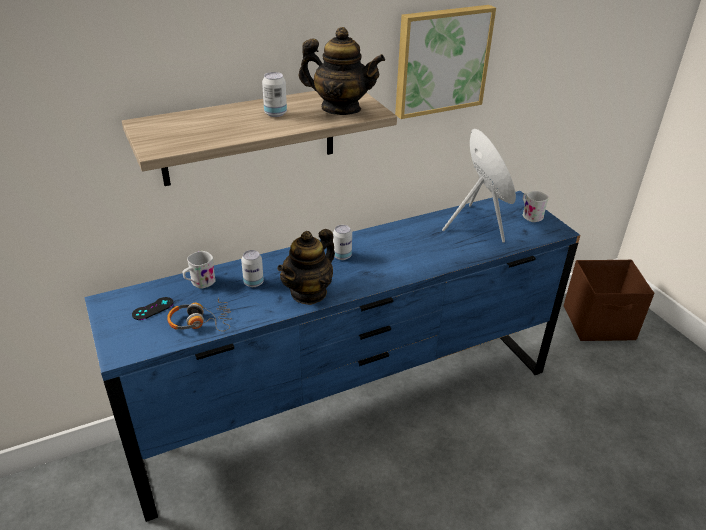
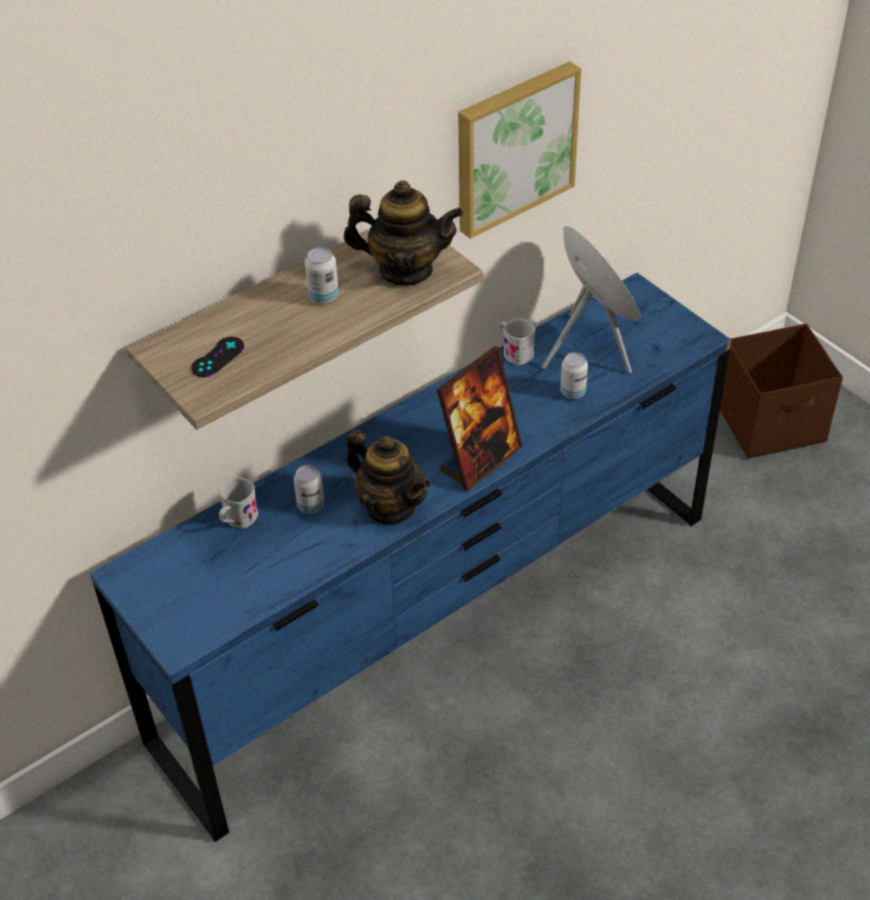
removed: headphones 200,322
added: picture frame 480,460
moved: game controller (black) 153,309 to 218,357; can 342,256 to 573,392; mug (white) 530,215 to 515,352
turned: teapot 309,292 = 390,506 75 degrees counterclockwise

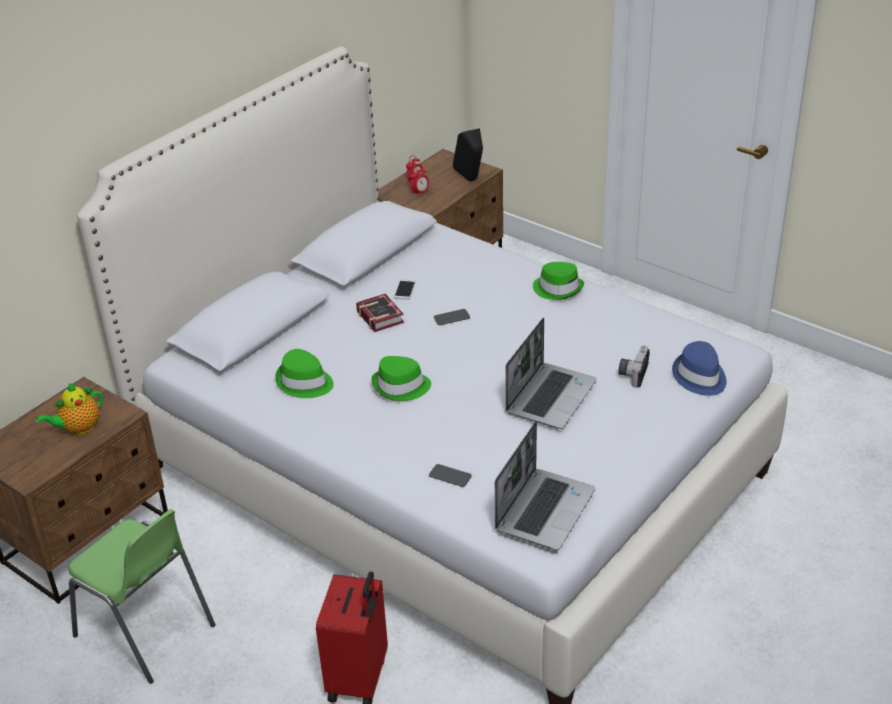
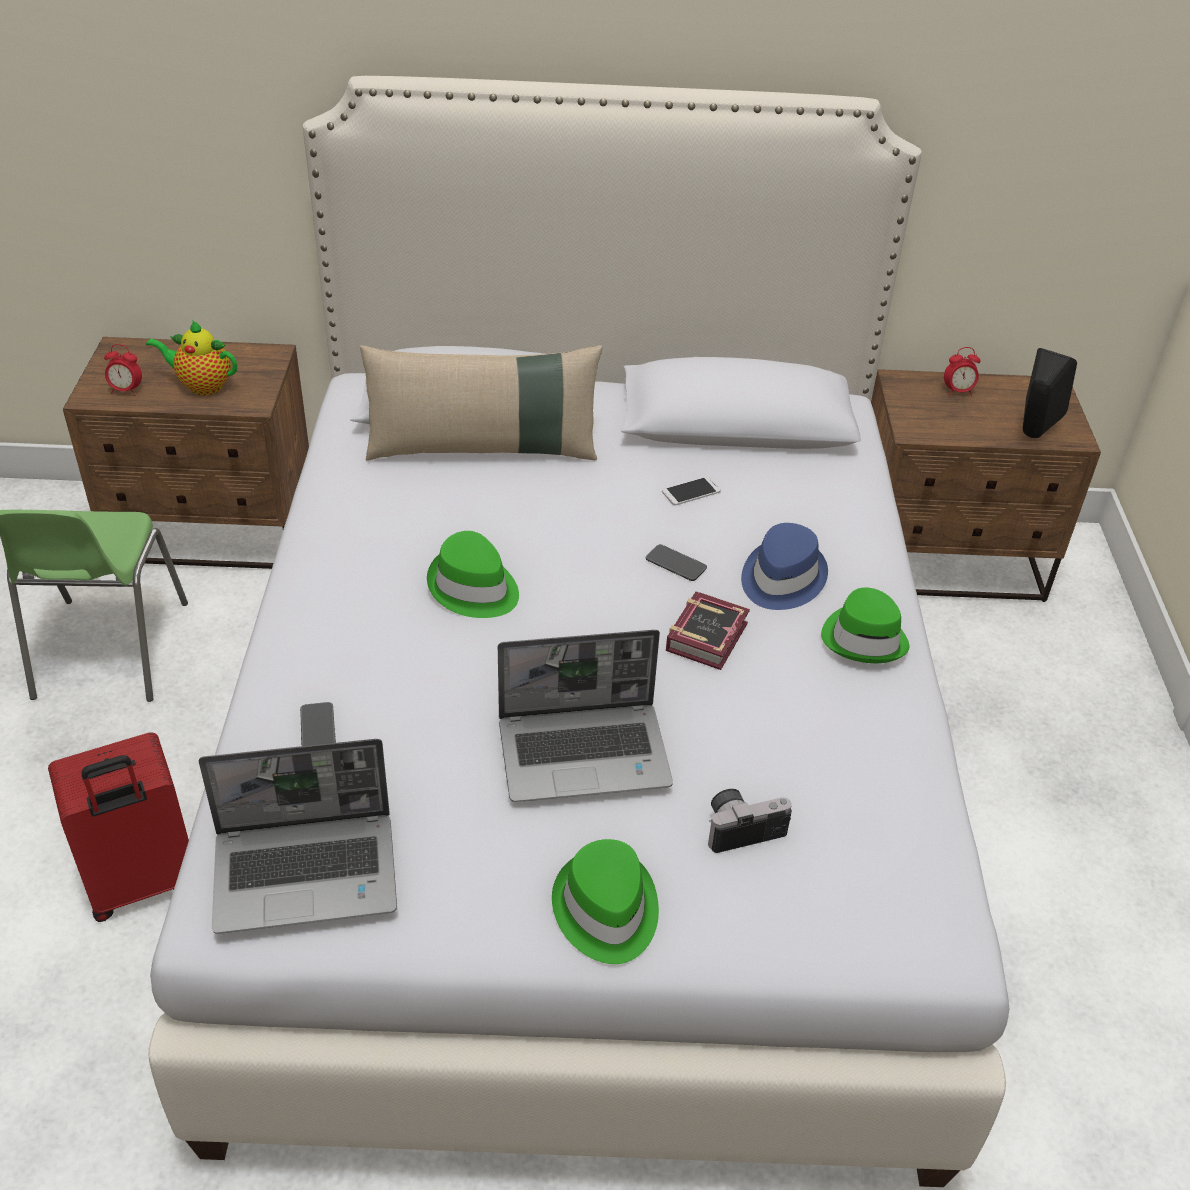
added: pillow (beige) 484,449
moved: hat (green) 304,383 to 605,910; book 380,315 to 710,635; alarm clock 420,193 to 126,390; hat (blue) 699,377 to 781,578

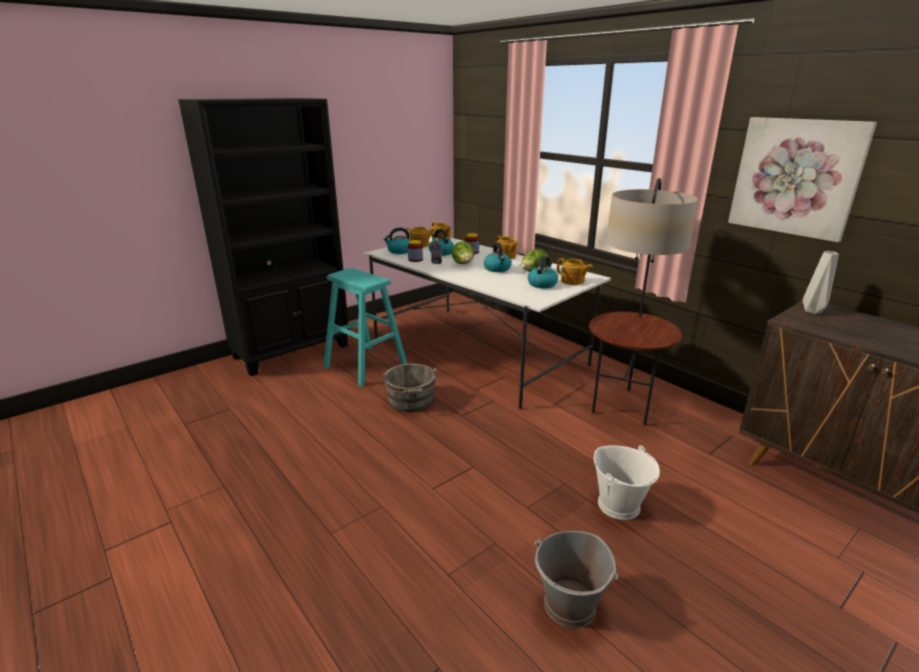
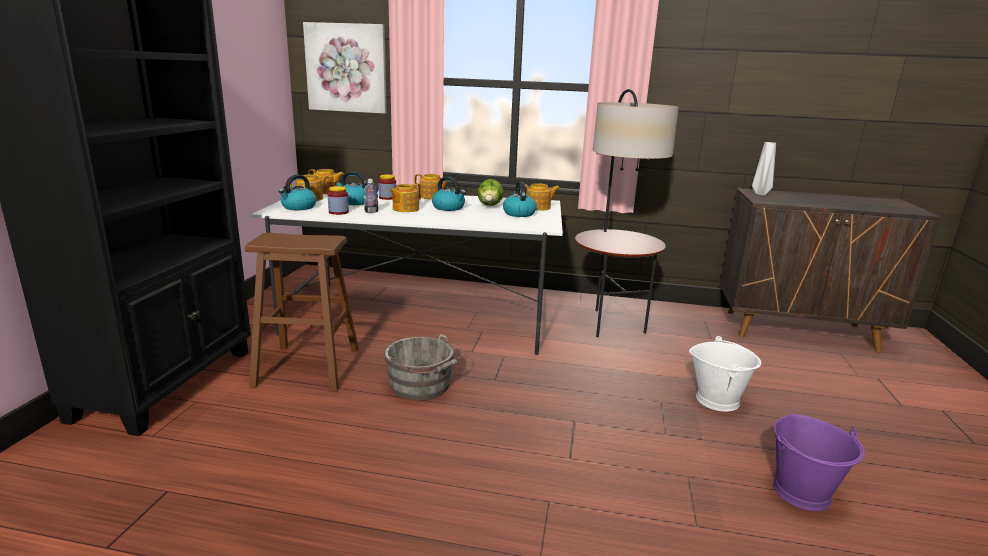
moved: picture 796,177 to 346,68
replaced: lettuce 463,264 to teapot 405,209
recoloured: stool (turquoise) 365,365 to stool (brown) 307,367; bucket (grey) 570,606 to bucket (purple) 802,492

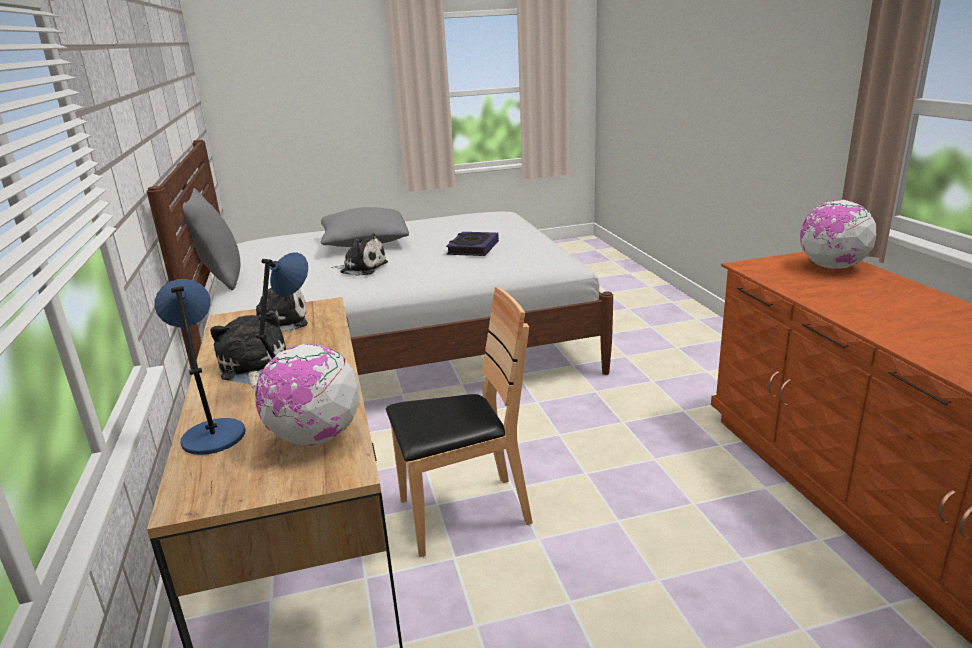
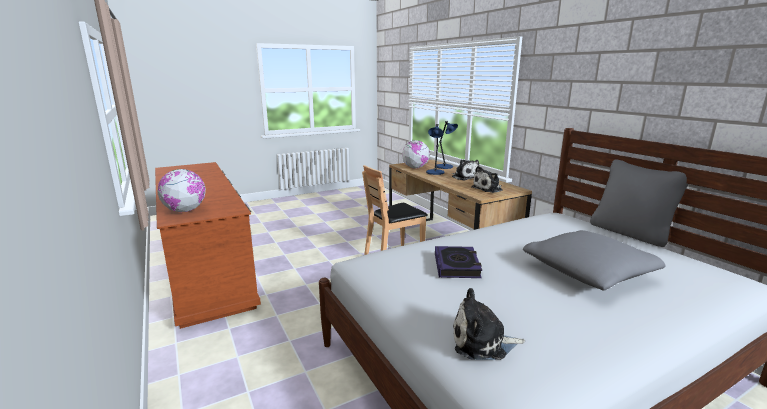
moved: plush toy 361,268 to 482,342

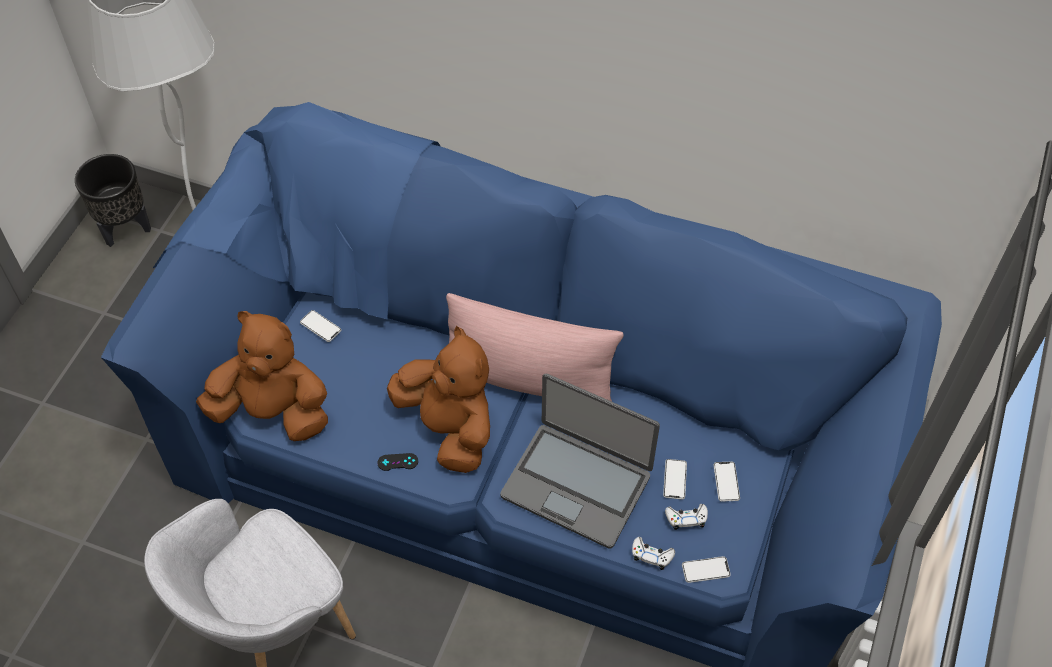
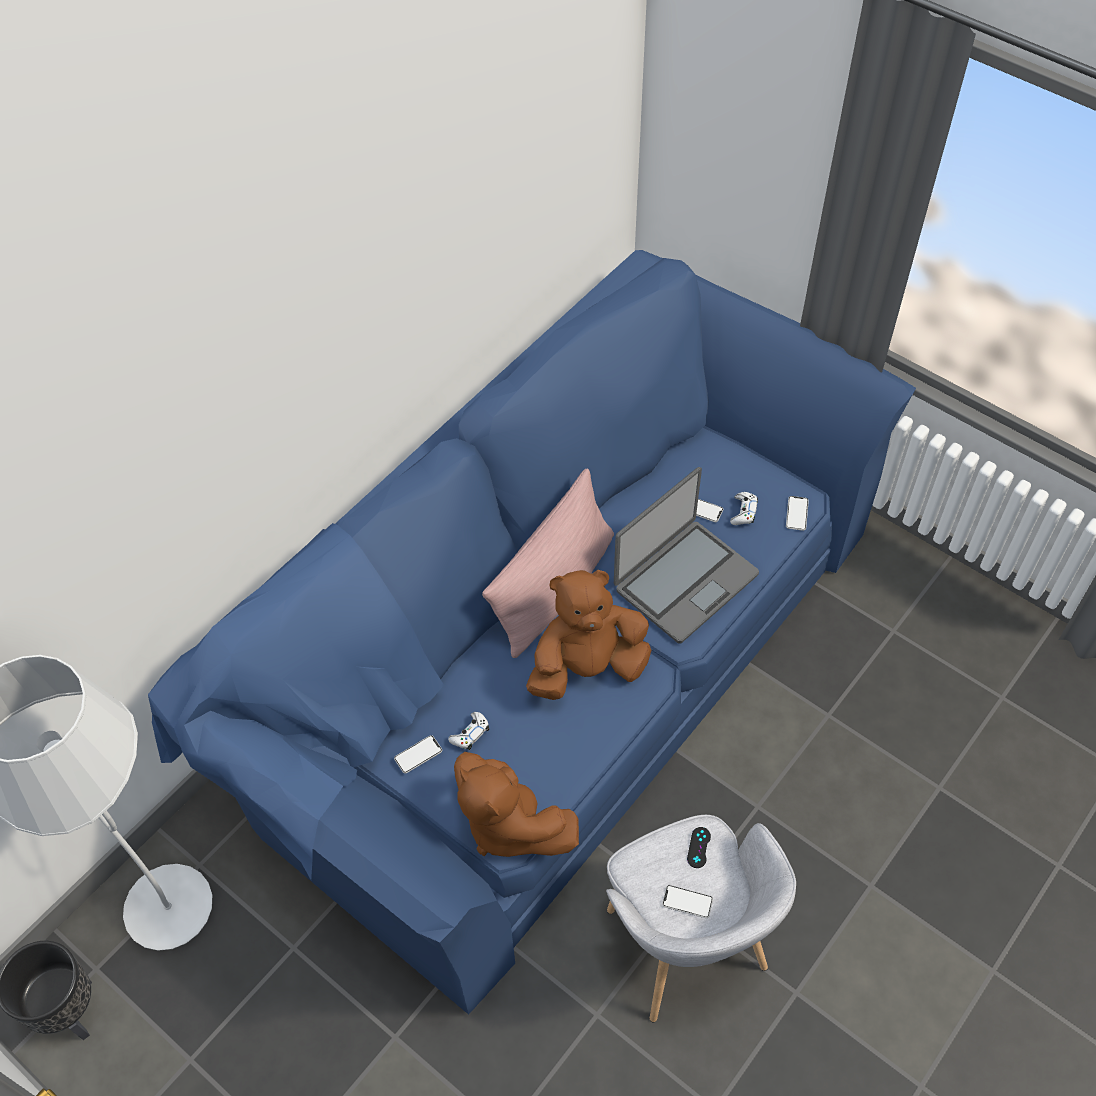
moved: game controller (black) 397,462 to 699,847; game controller (white) 652,555 to 470,733; phone 726,482 to 687,902
turned: plush toy (brown) 273,411 = 509,824 75 degrees counterclockwise

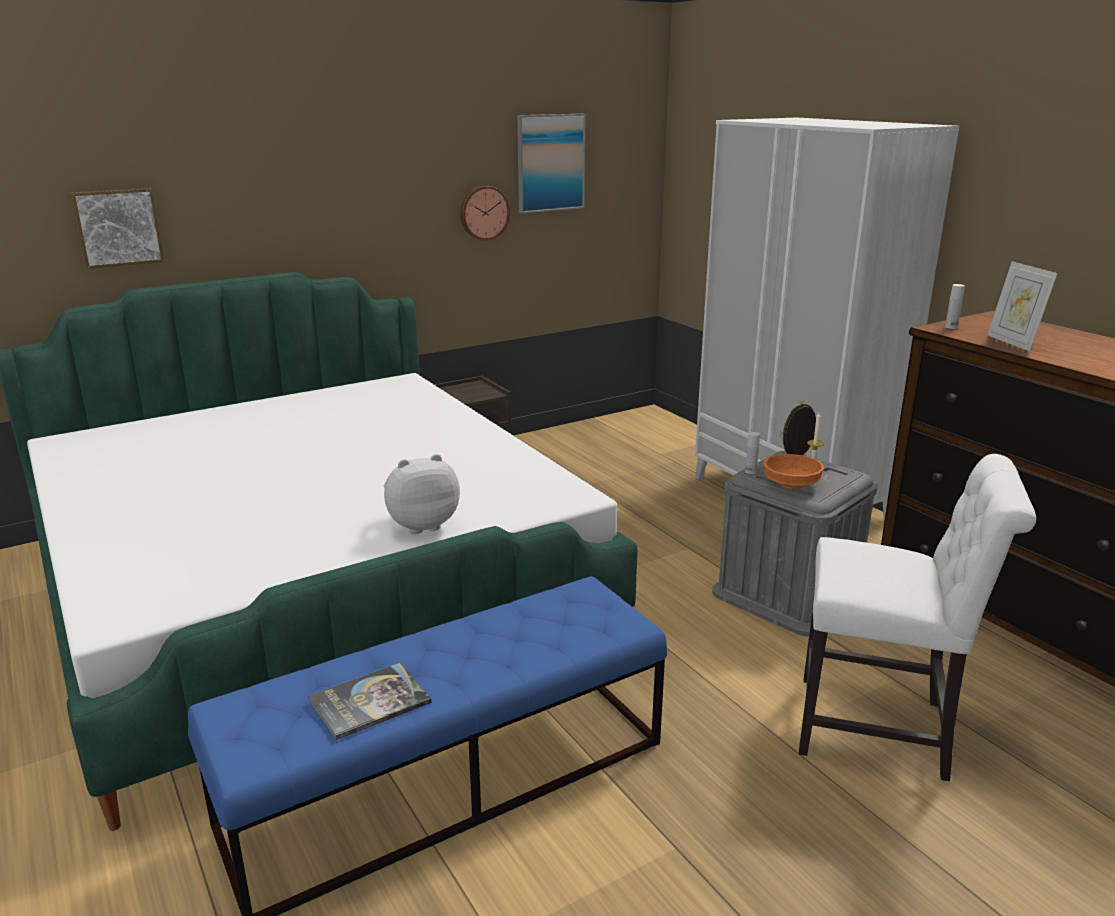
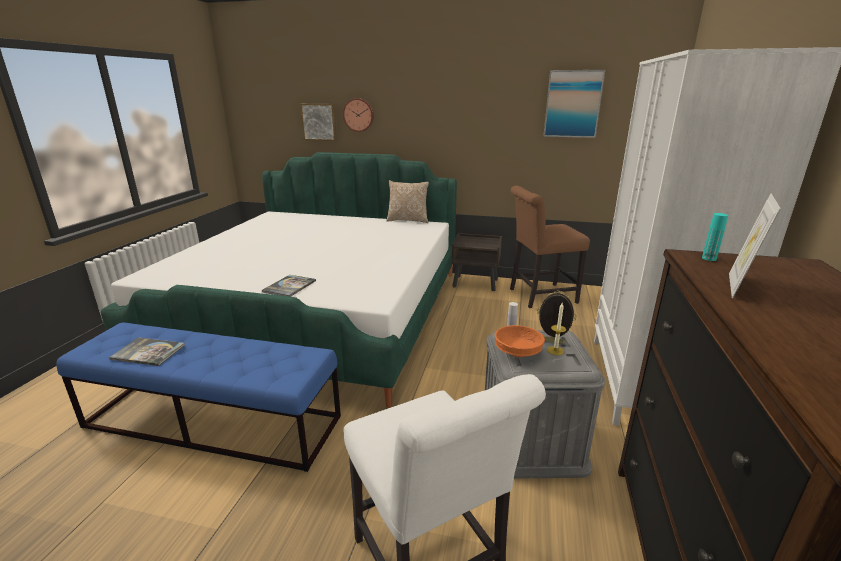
added: pillow 408,220; chair (brown) 539,296
moved: wall clock 483,212 to 359,115
replaced: plush toy 421,525 to book 289,286
recoloured: bottle (white) 951,327 to bottle (turquoise) 709,258

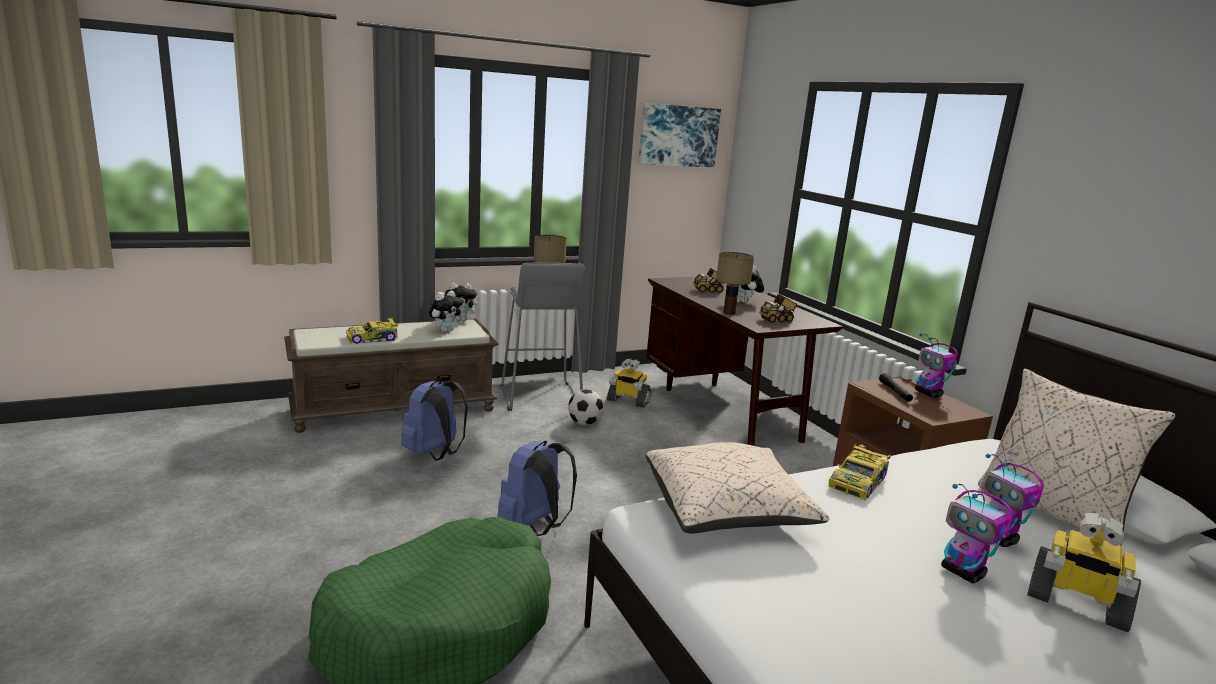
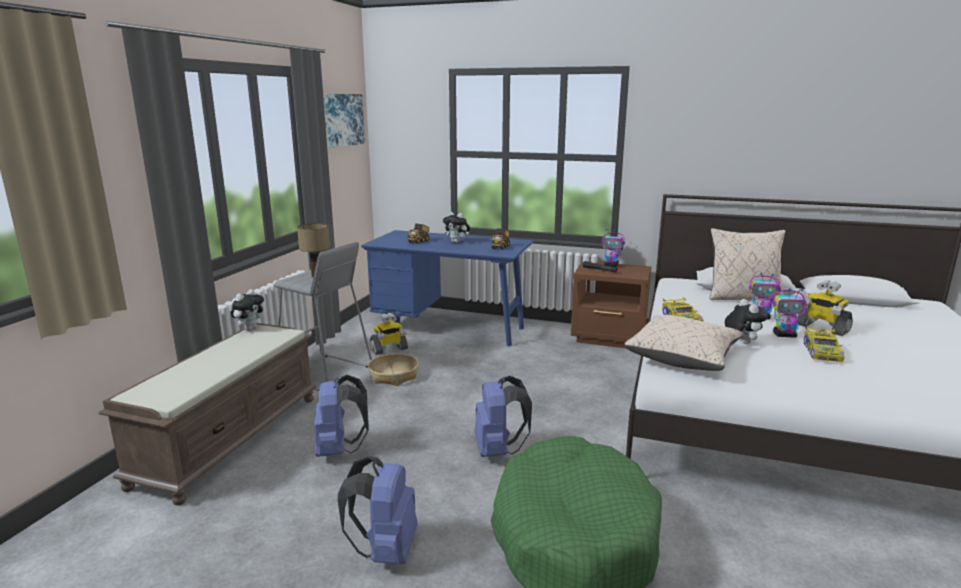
removed: table lamp 729,313
added: backpack (blue) 385,550
moved: toy car 373,338 to 822,351; plush toy 445,330 to 741,342
replaced: football 584,423 to basket 393,376
recoloured: desk (brown) 723,409 to desk (blue) 450,328
turned: toy robot 1076,603 = 822,328 60 degrees clockwise

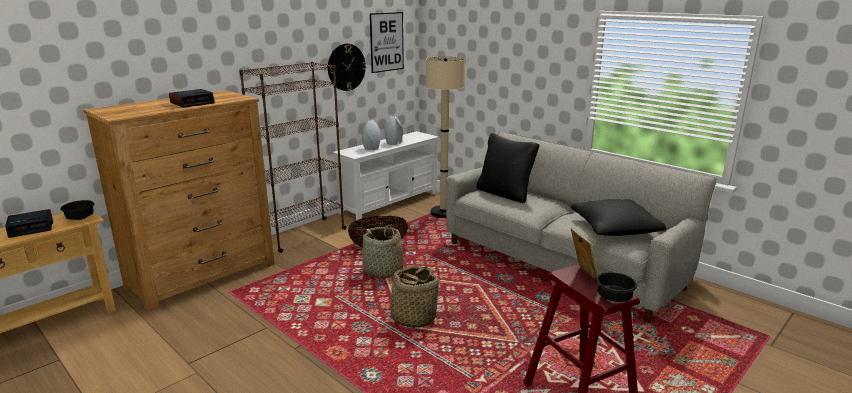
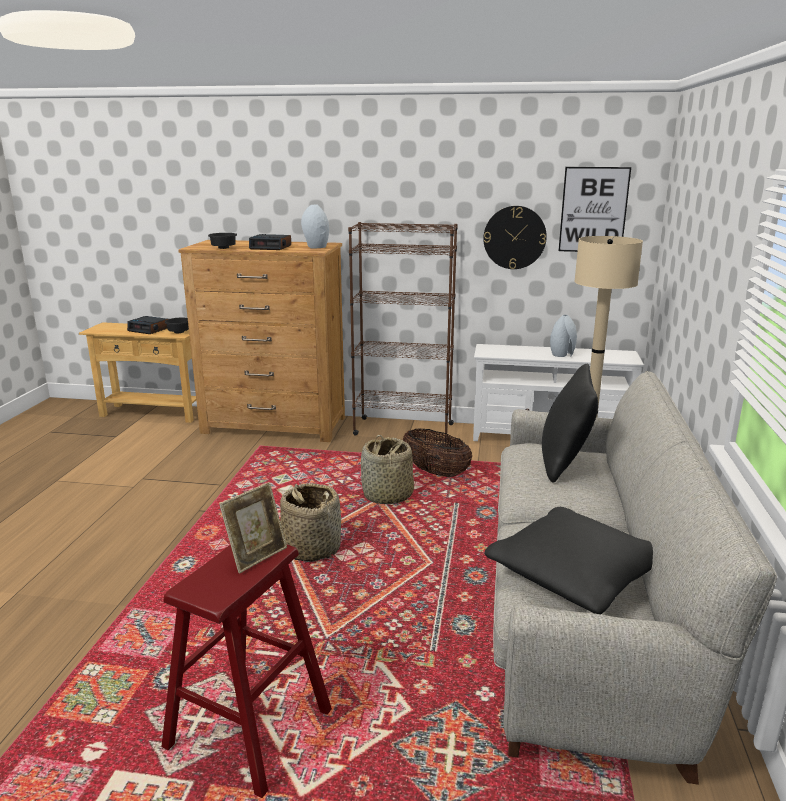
moved: vase (grey) 372,148 to 316,247; bowl (black) 615,298 to 223,248

